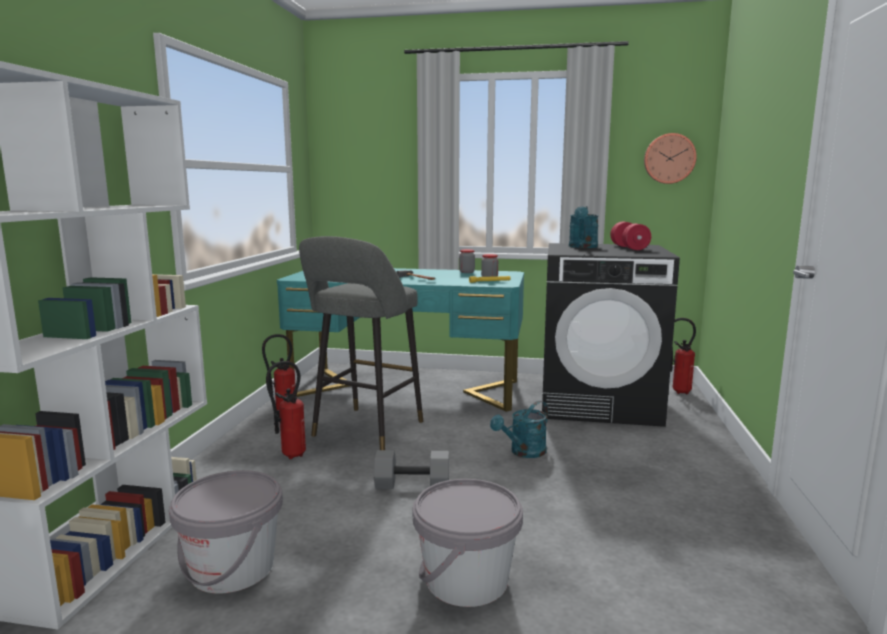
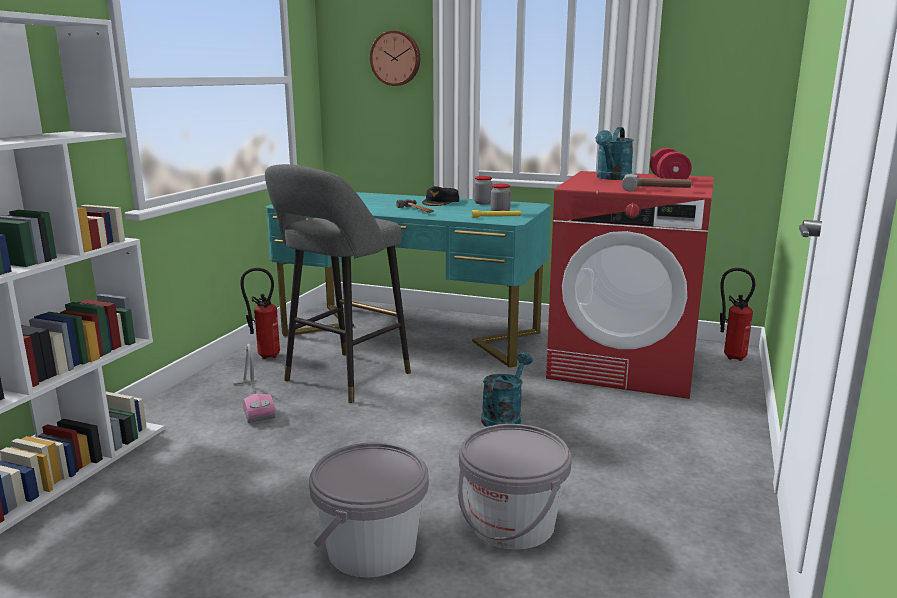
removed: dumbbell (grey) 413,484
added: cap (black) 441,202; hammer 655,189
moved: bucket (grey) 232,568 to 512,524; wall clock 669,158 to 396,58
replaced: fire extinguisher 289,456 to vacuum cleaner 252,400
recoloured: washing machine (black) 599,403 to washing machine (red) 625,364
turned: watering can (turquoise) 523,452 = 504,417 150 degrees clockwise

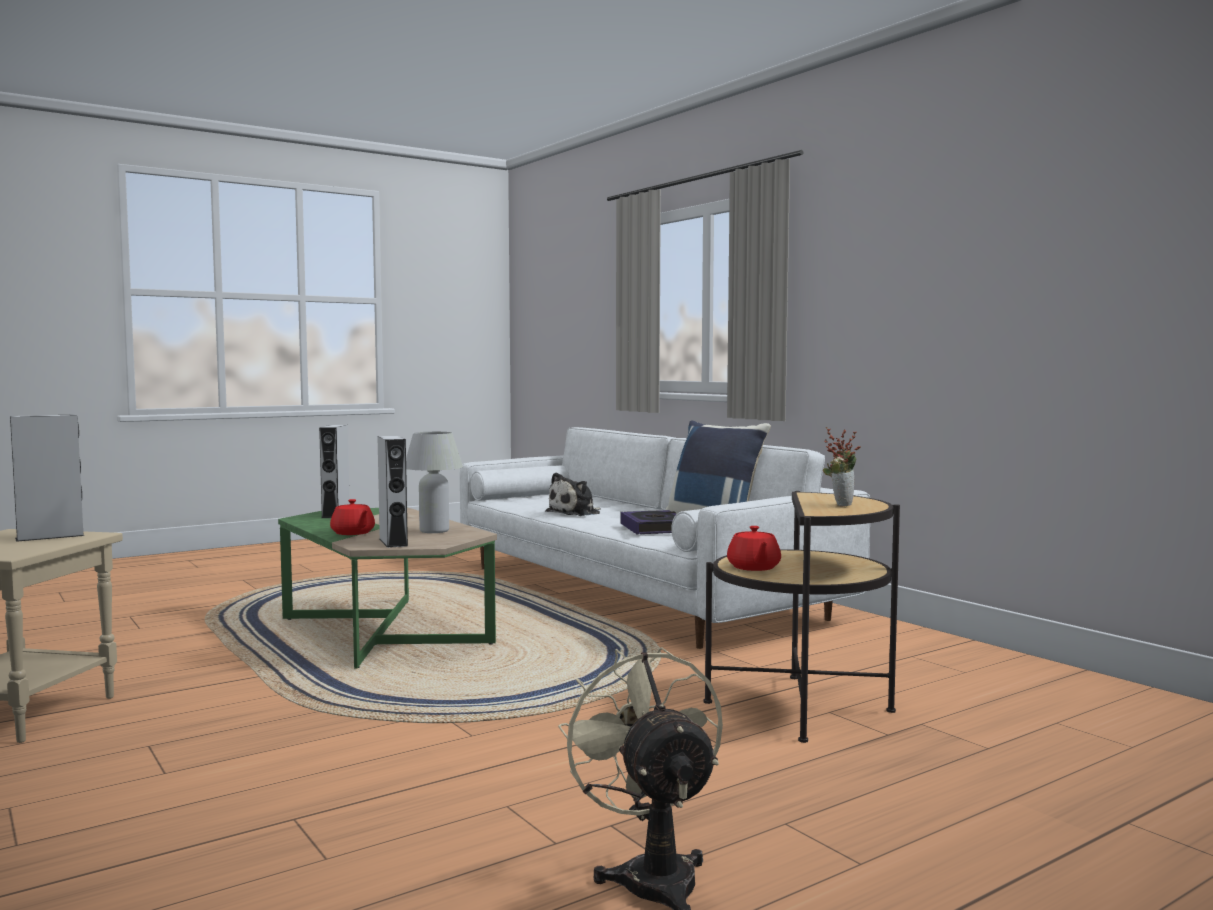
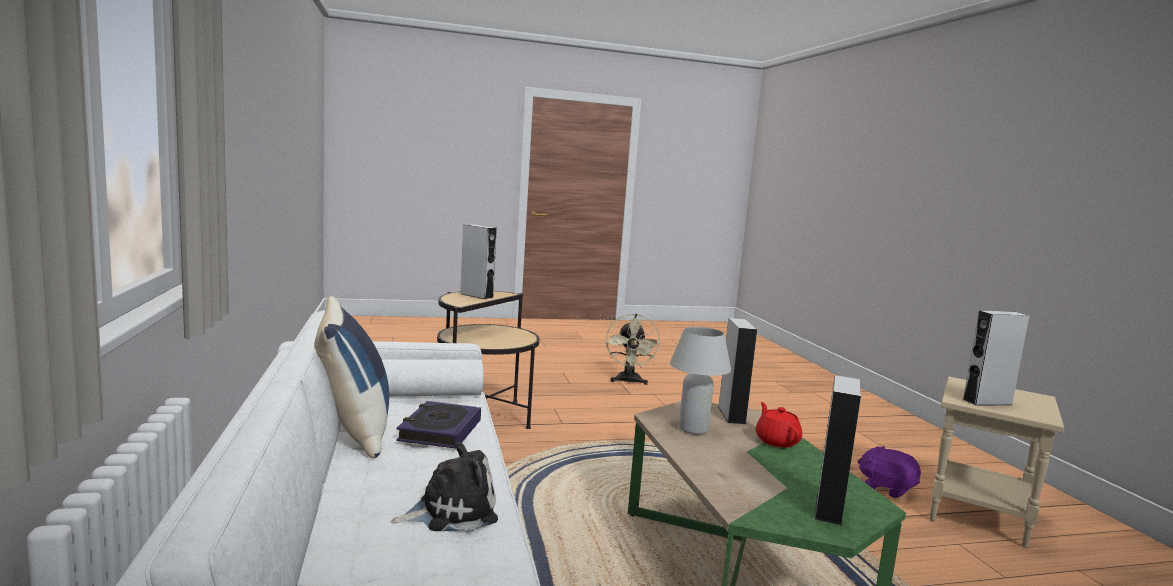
removed: teapot (red) 753,568
added: plush toy (purple) 886,488
replaced: potted plant 840,504 to speaker (grey) 476,295

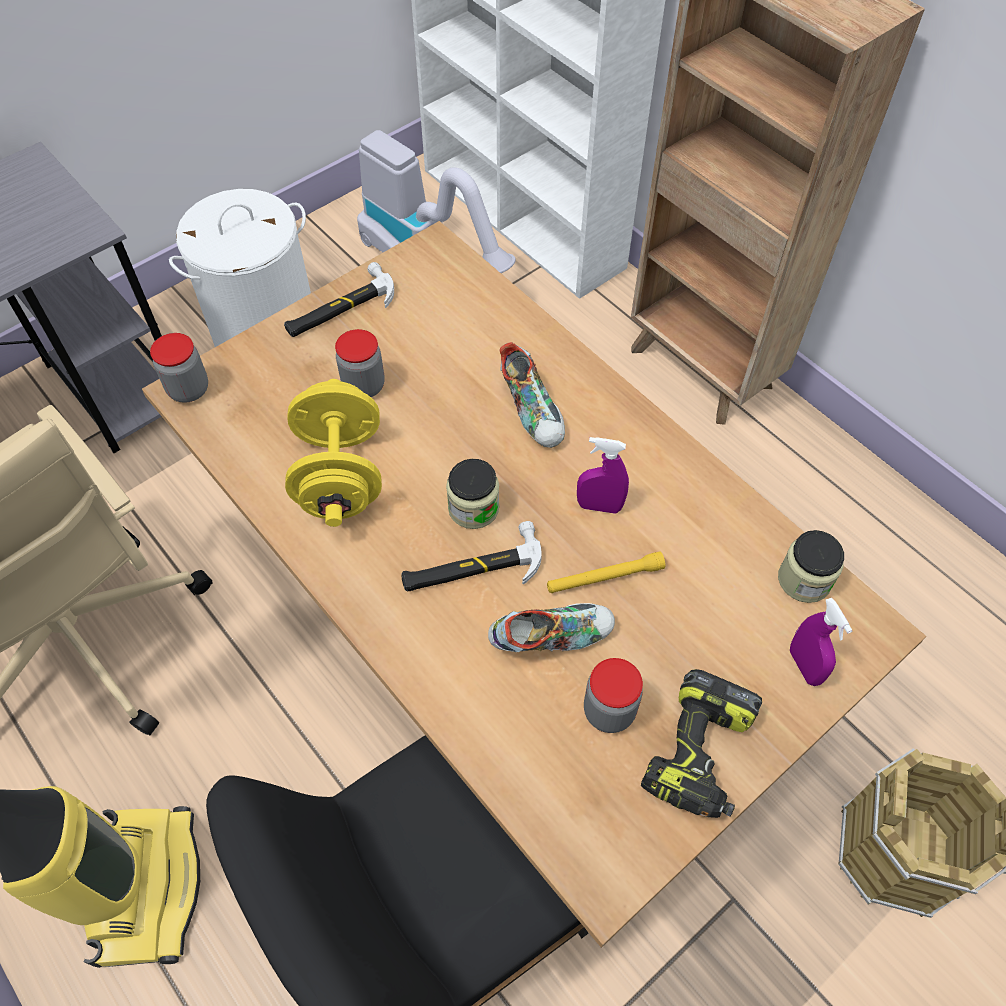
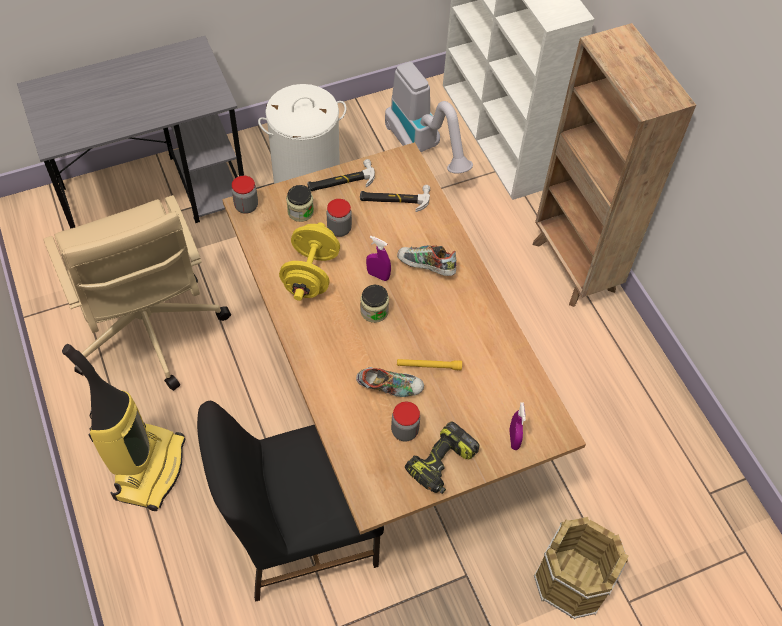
moved: hammer 472,568 to 394,199; spray bottle (purple) 599,506 to 378,275; jar 804,580 to 300,212
turned: shoe 533,410 = 425,267 120 degrees clockwise

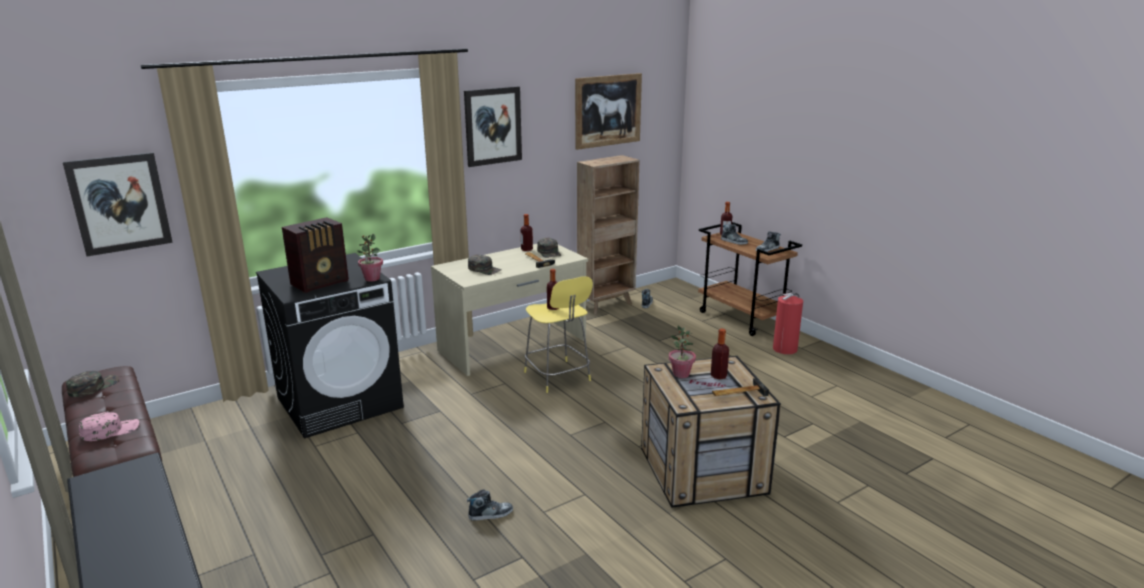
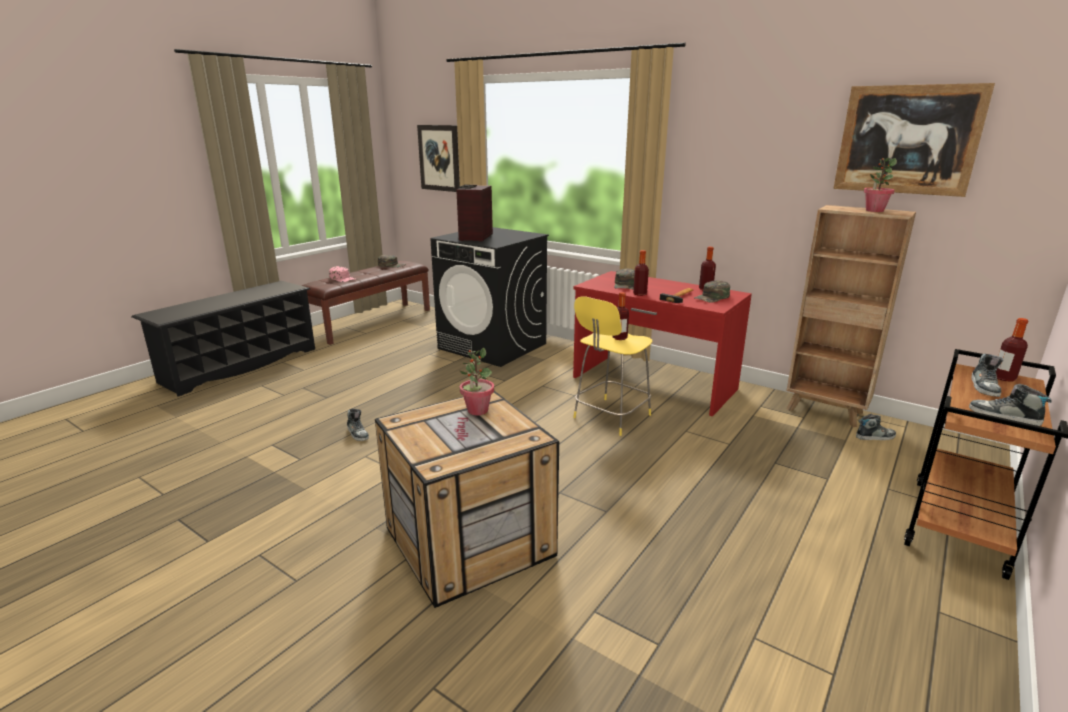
removed: picture 493,126; hammer 737,392; fire extinguisher 785,348
moved: potted plant 372,279 to 874,210; bottle 718,376 to 640,294
recoloured: desk (beige) 513,346 to desk (red) 653,383
turned: radio 321,283 = 475,237 75 degrees clockwise

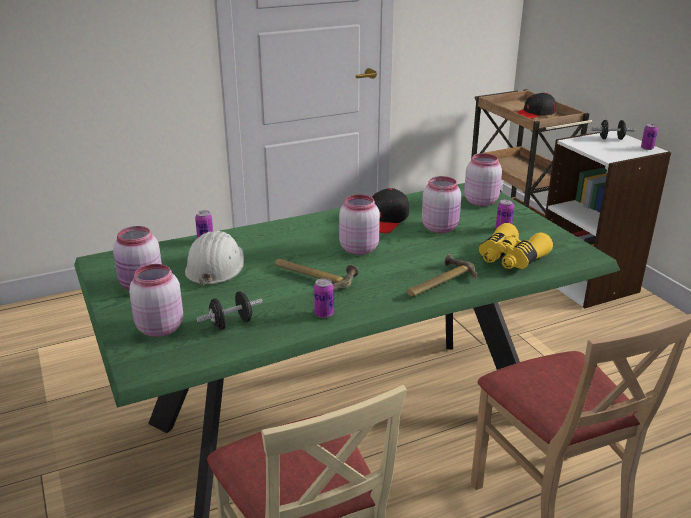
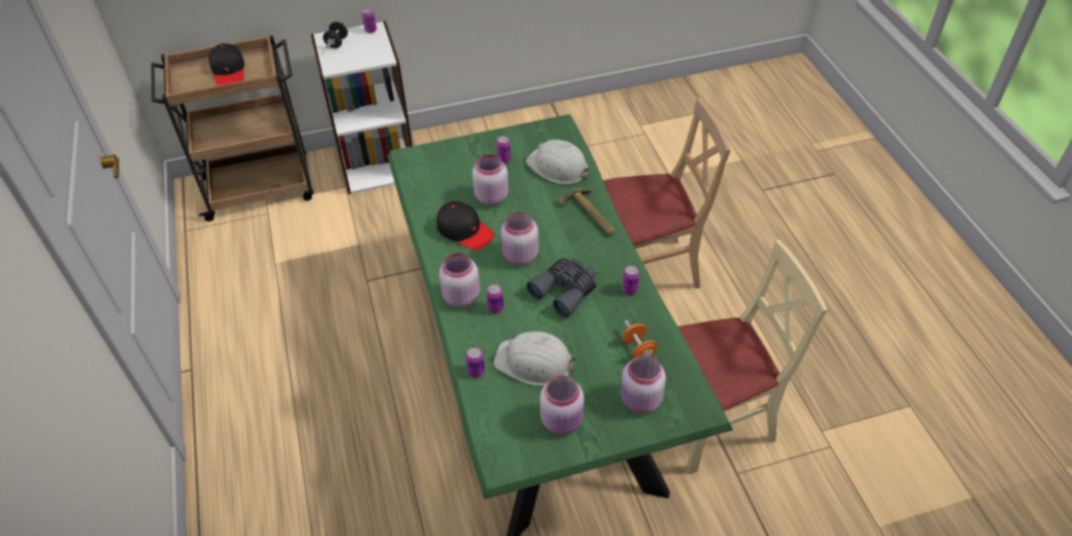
added: can 495,308
moved: jar (pink) 480,201 to 460,297
replaced: hammer 314,276 to binoculars (grey) 565,290; binoculars (yellow) 510,259 to hard hat (white) 558,167
recoloured: dumbbell (black) 231,324 to dumbbell (orange) 638,350

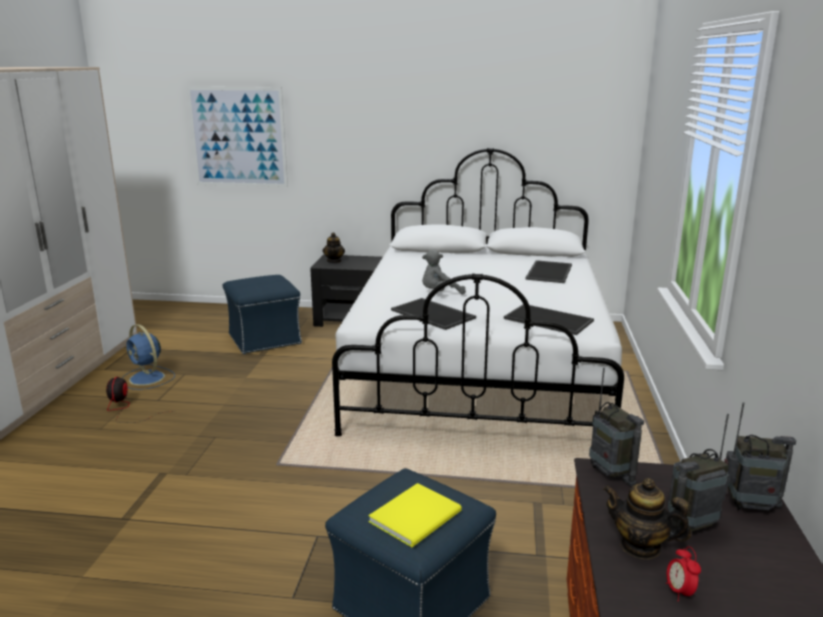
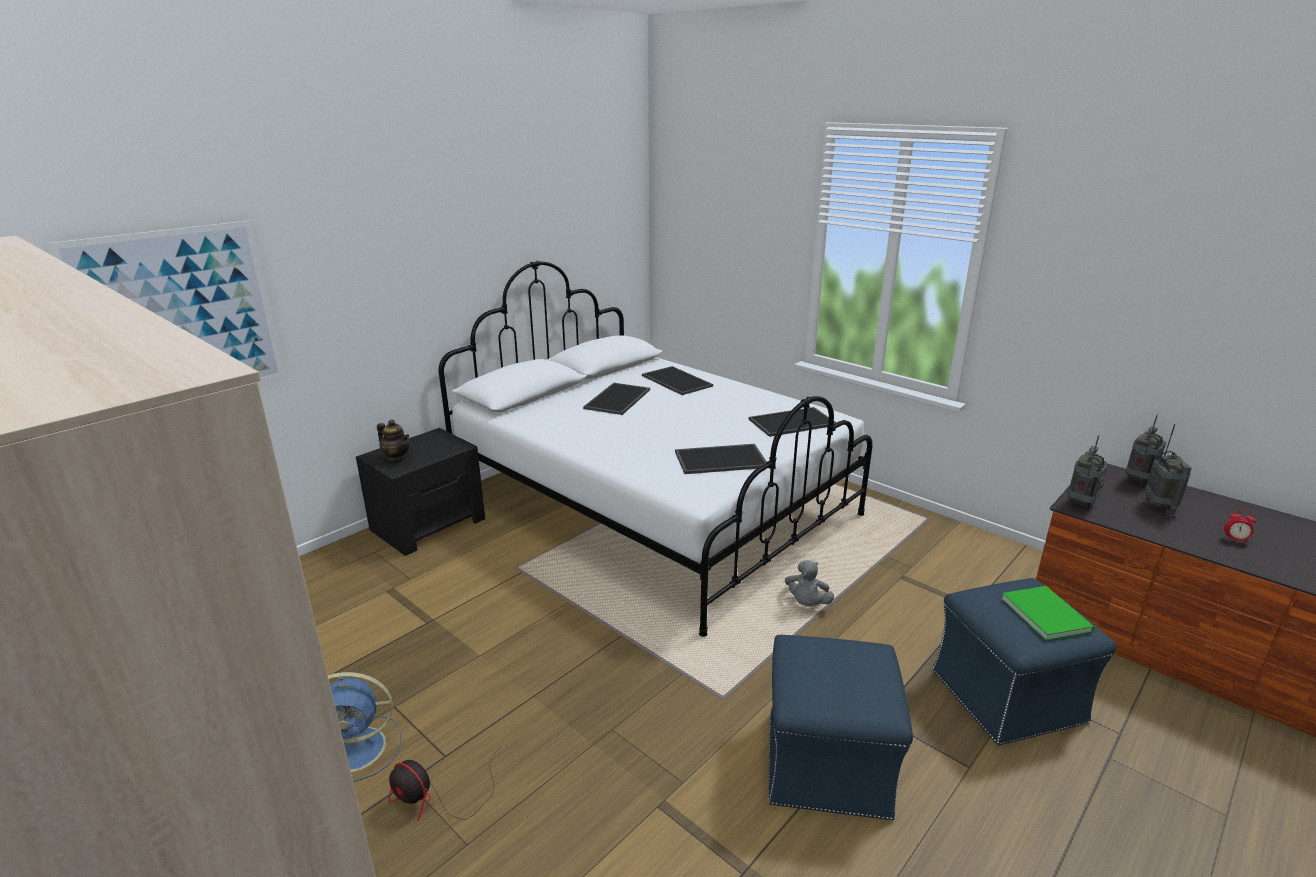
removed: teapot 640,546
added: tray 618,399
moved: ottoman (blue) 264,339 to 827,765; plush toy (grey) 440,293 to 807,603
recoloured: book (yellow) 418,516 to book (green) 1045,613
turned: radio 610,473 = 1080,504 60 degrees counterclockwise

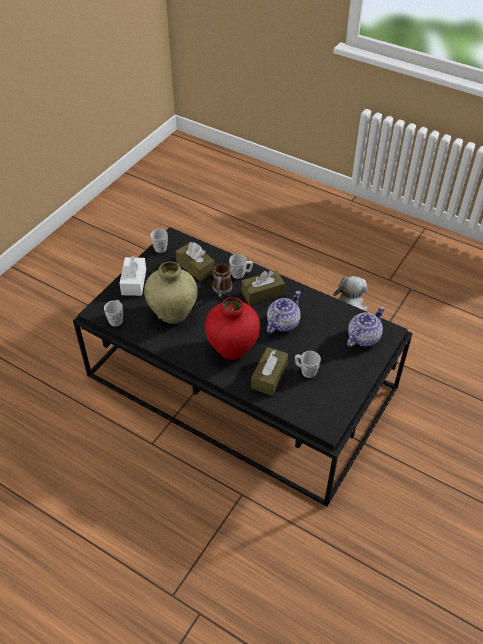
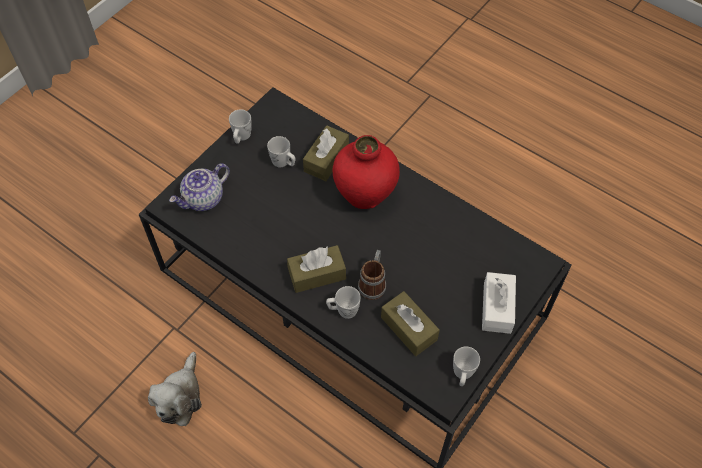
removed: vase (beige) 173,314; teapot 282,323
moved: mug (white) 116,319 to 241,137

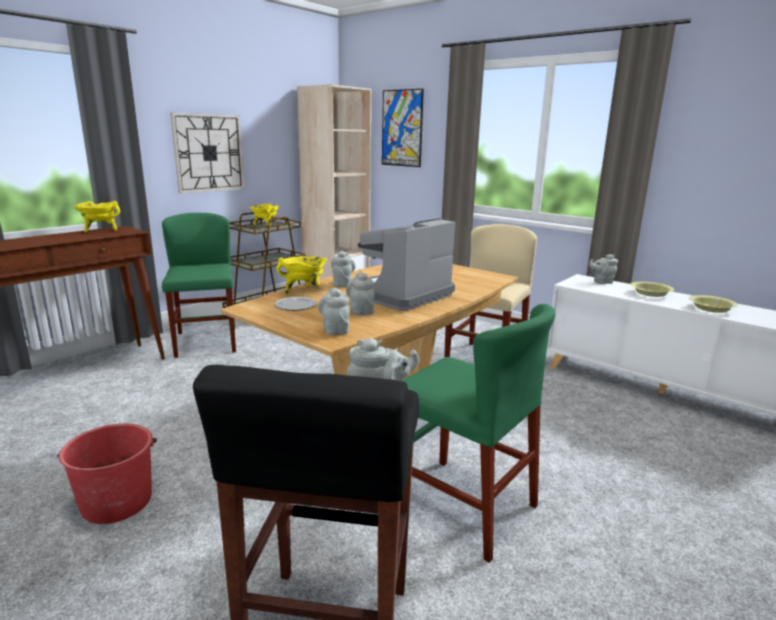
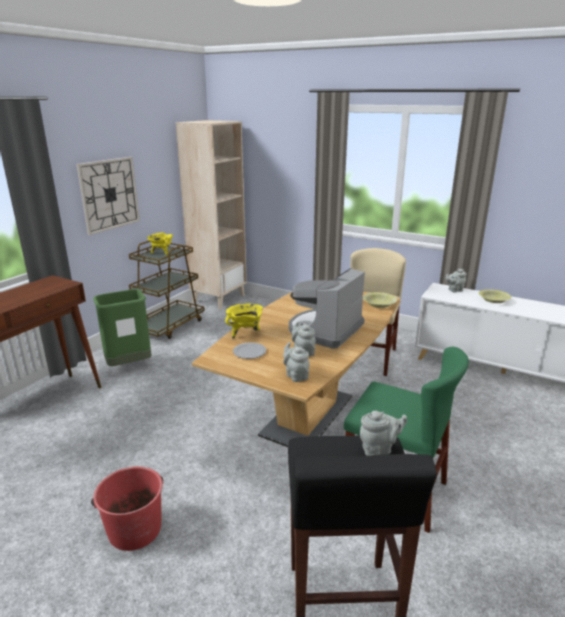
removed: cooking pot (yellow) 100,230; teapot (grey) 343,284; picture 402,128
moved: bowl (yellow) 711,309 to 379,304
replaced: chair (green) 206,342 to trash can (green) 129,365

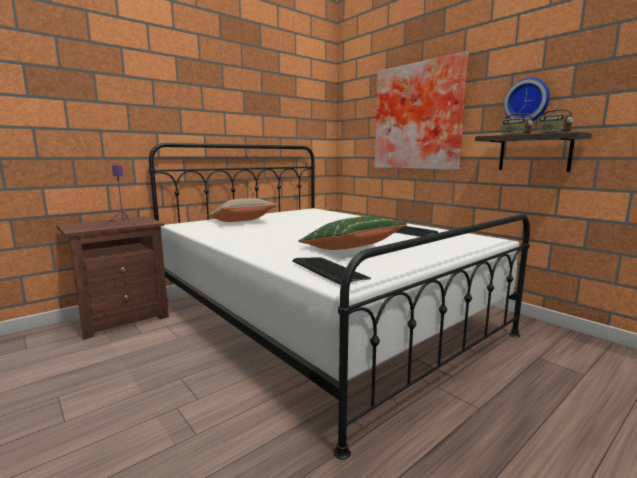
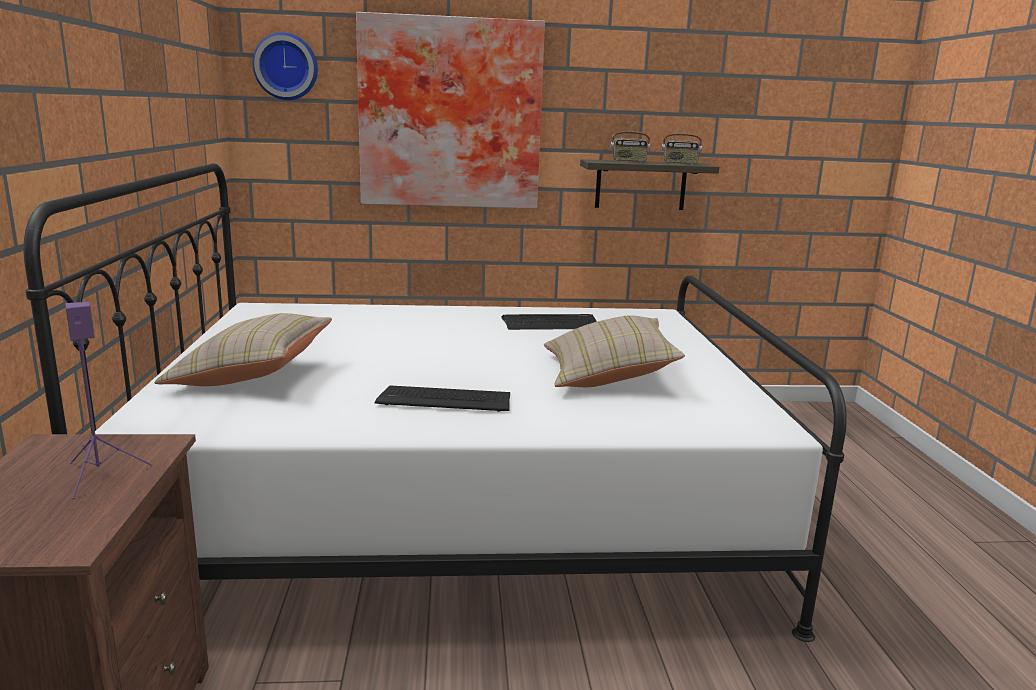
moved: keyboard 328,271 to 445,400; wall clock 527,101 to 286,67
recoloured: pillow (green) 351,249 to pillow (beige) 607,376

